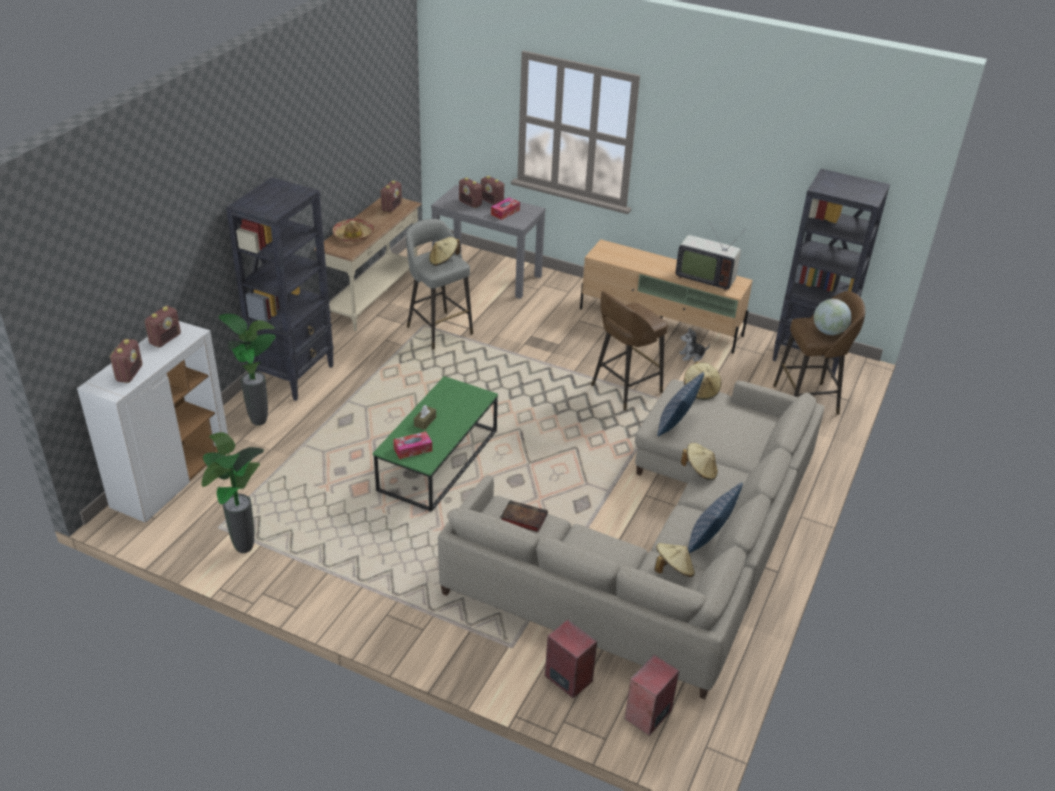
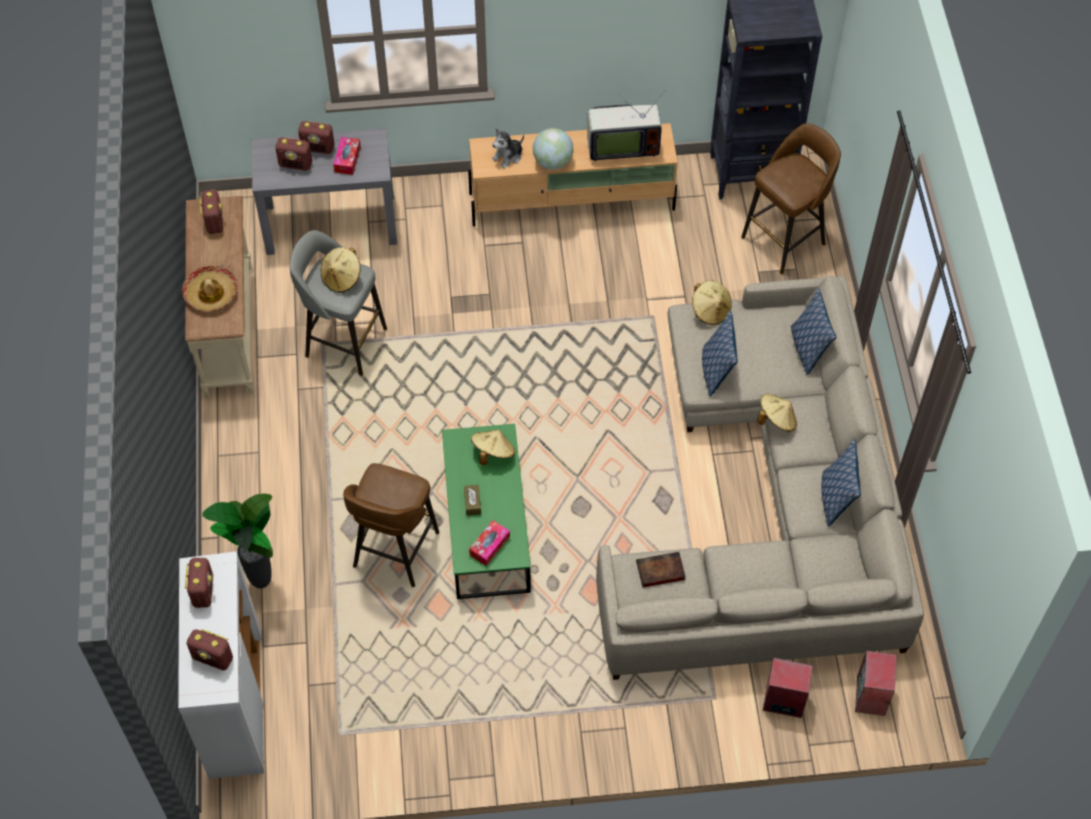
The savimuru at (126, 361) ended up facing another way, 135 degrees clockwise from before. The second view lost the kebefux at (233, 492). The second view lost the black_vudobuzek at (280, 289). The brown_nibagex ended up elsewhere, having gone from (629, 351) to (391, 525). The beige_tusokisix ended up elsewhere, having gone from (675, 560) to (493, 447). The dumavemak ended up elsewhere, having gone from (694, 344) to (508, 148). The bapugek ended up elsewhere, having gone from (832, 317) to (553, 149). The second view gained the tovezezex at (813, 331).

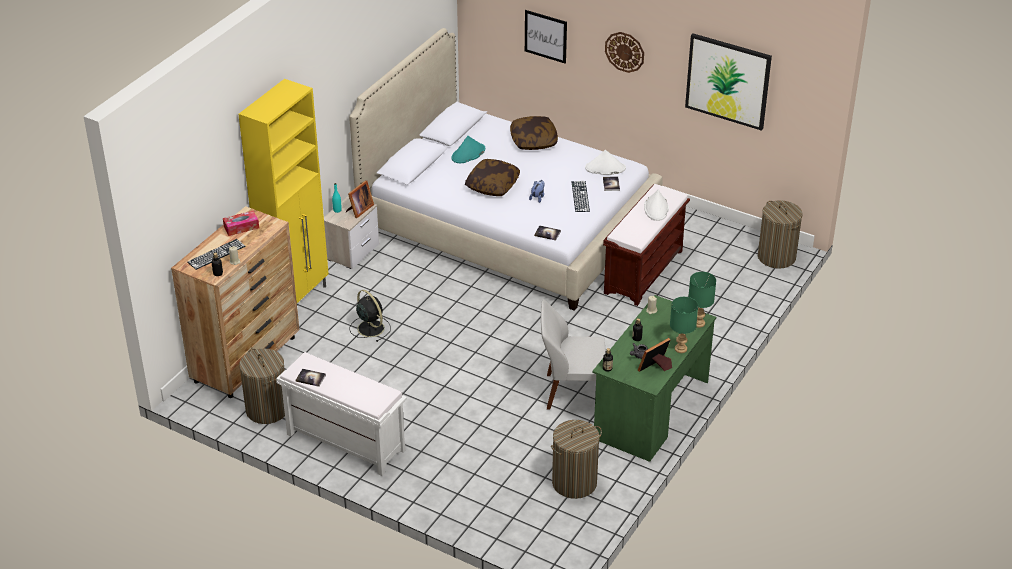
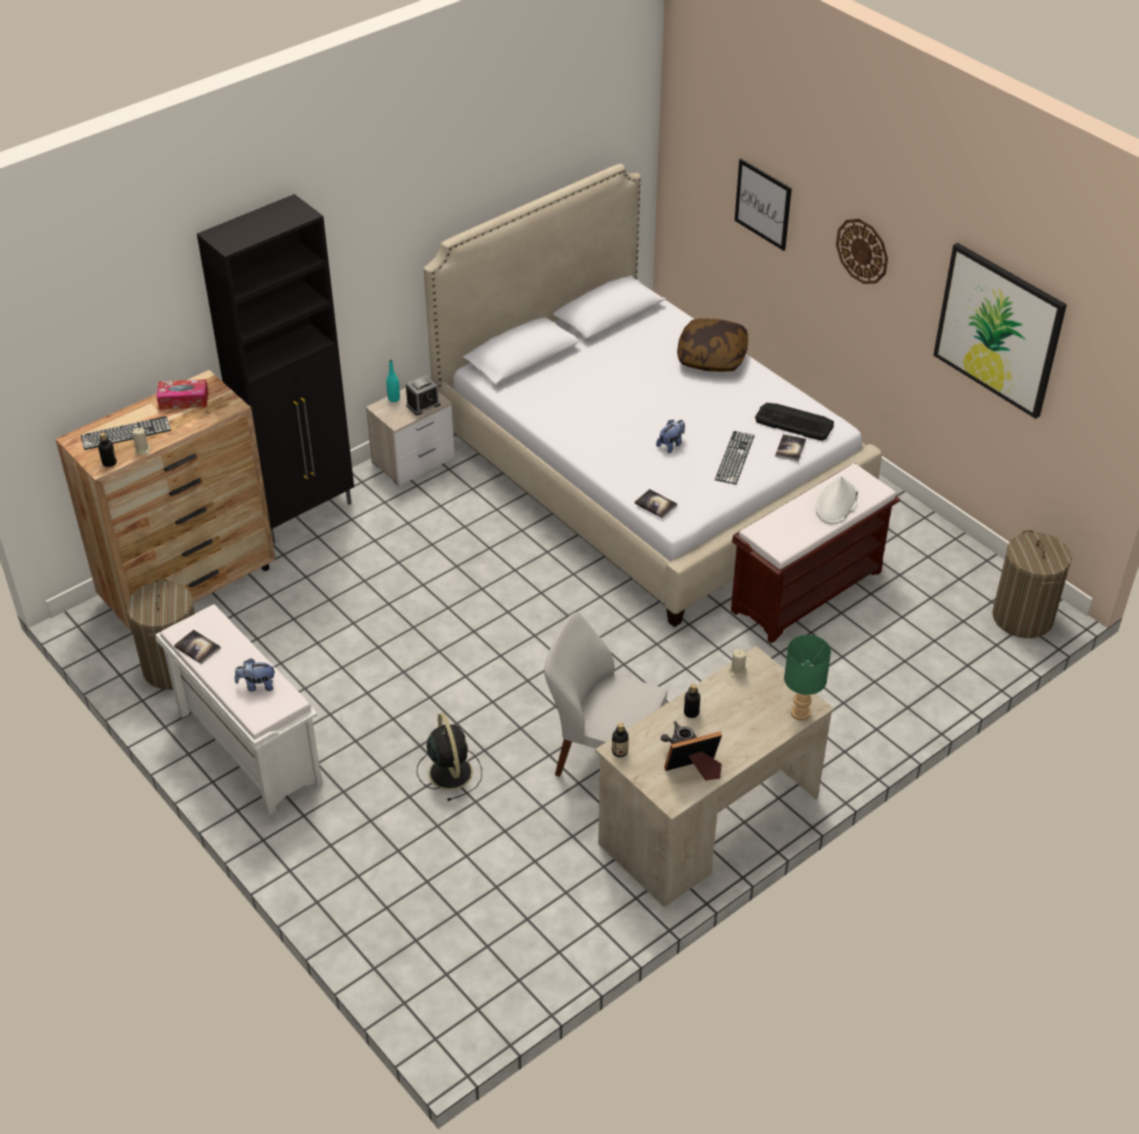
What was the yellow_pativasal at (283, 191) turned into the black_pativasal at (275, 369). Where the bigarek stood at (360, 199), the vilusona came to stand at (423, 395). The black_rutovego ended up elsewhere, having gone from (370, 316) to (449, 757). The second view lost the turquoise_tusokisix at (468, 149). The second view lost the tovezezex at (492, 177). The second view lost the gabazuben at (576, 459). Where the white_tusokisix stood at (605, 162), the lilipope came to stand at (794, 422). What was the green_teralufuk at (654, 378) turned into the beige_teralufuk at (714, 776). The second view lost the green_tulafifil at (684, 325). The second view gained the dumavemak at (255, 674).

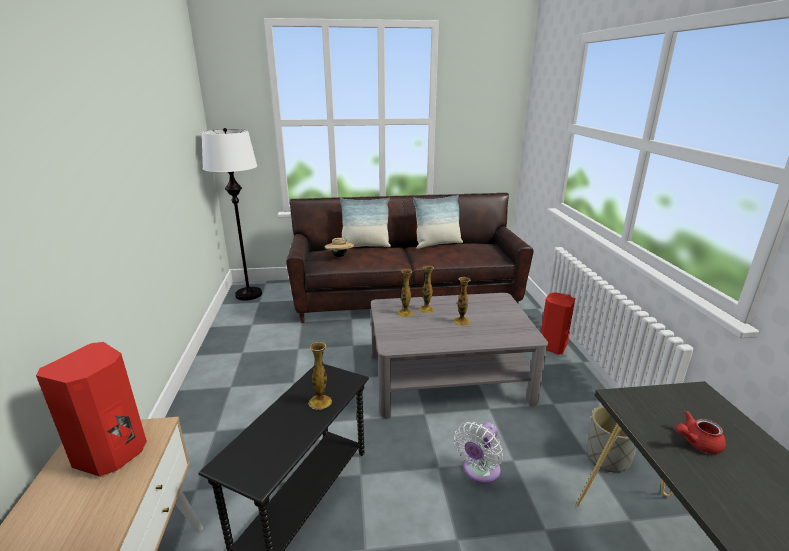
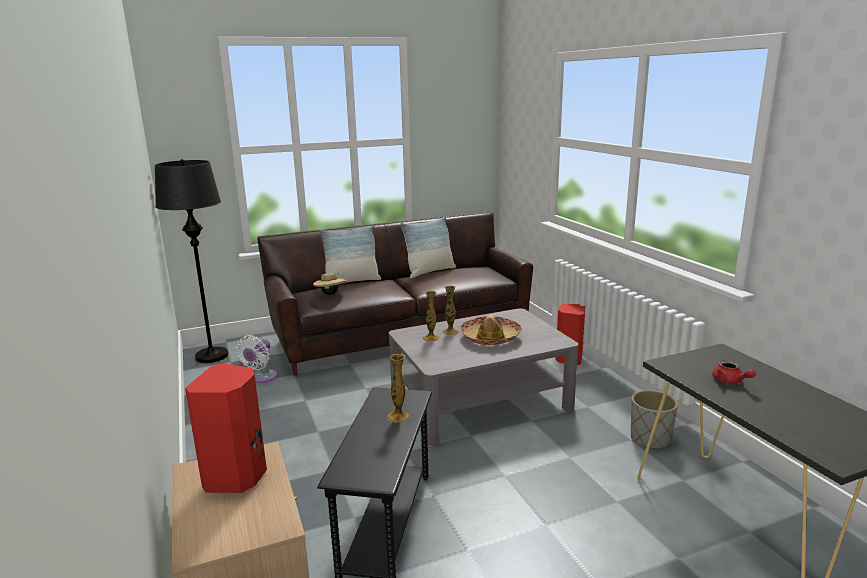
What was the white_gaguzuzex at (232, 214) turned into the black_gaguzuzex at (191, 261). Where the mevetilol stood at (462, 301), the tusokisix came to stand at (491, 330). The white_rutovego ended up elsewhere, having gone from (478, 453) to (256, 359). The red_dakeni at (701, 432) ended up facing another way, 90 degrees counterclockwise from before.

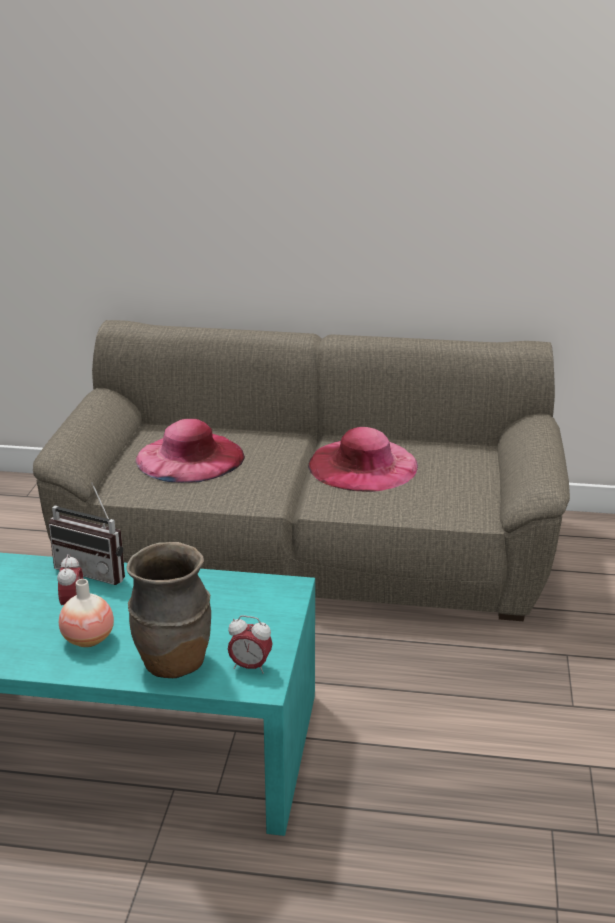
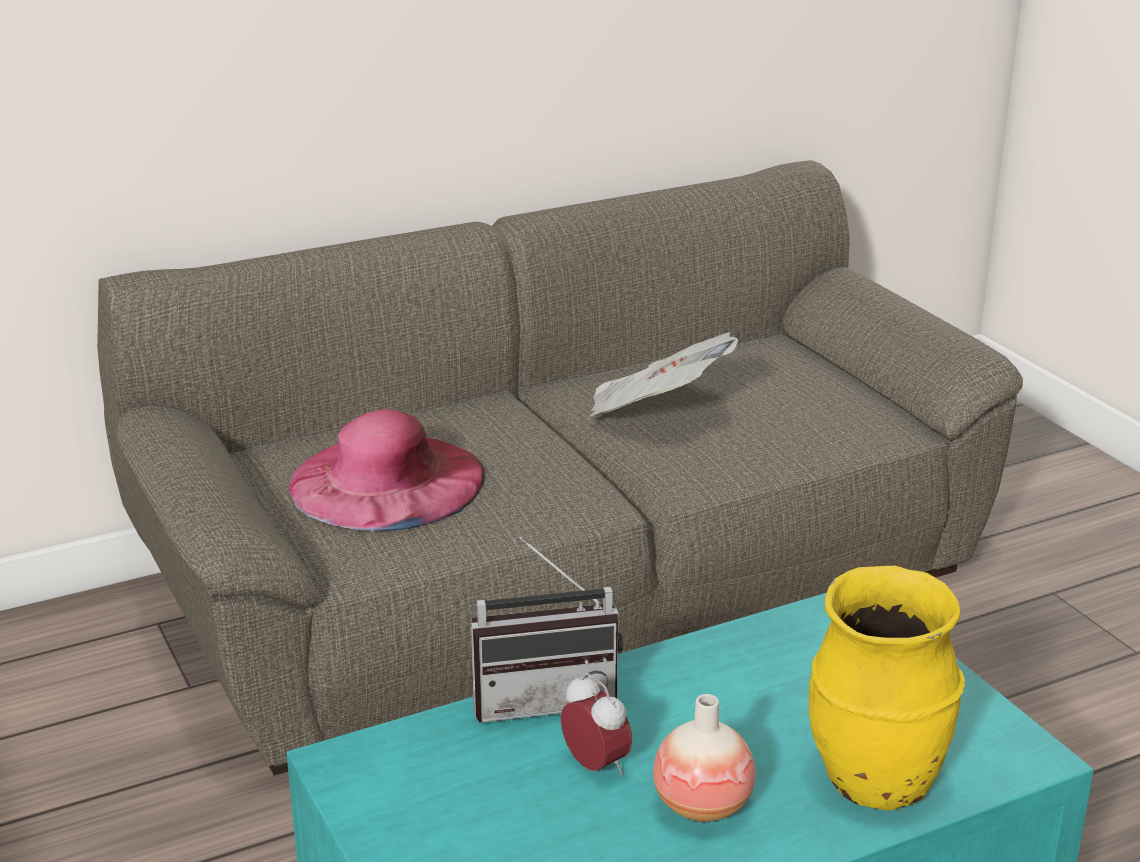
What was the brown_mevetilol at (168, 610) turned into the yellow_mevetilol at (887, 688). The second view lost the vilusona at (250, 644). Where the pink_tusokisix stood at (363, 459), the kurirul came to stand at (663, 374).

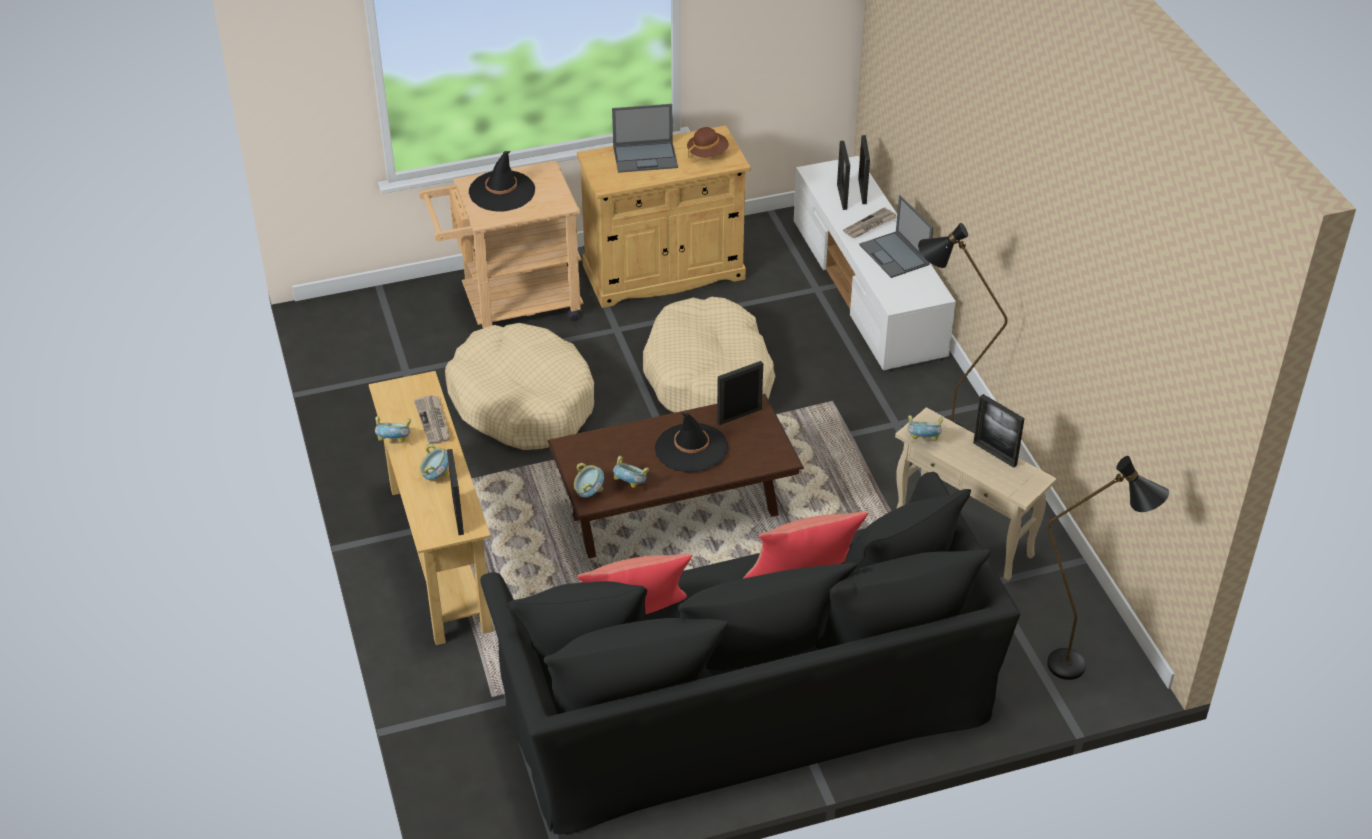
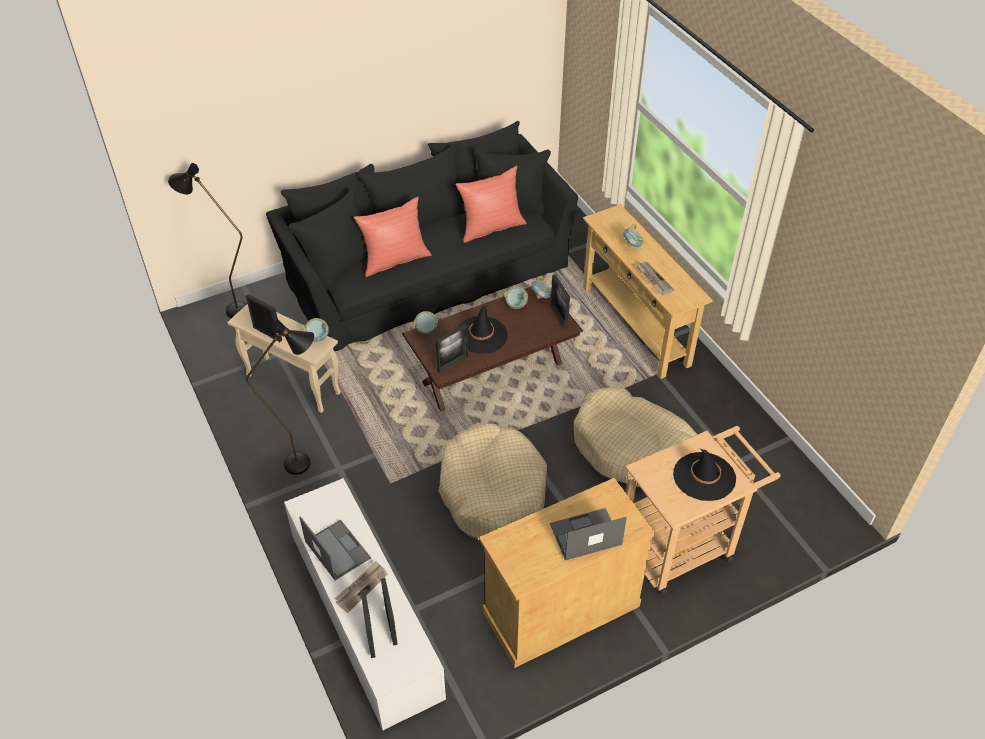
The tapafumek ended up elsewhere, having gone from (393, 429) to (426, 322). The bigarek ended up elsewhere, having gone from (455, 492) to (560, 301). The second view lost the brown_tusokisix at (708, 142).

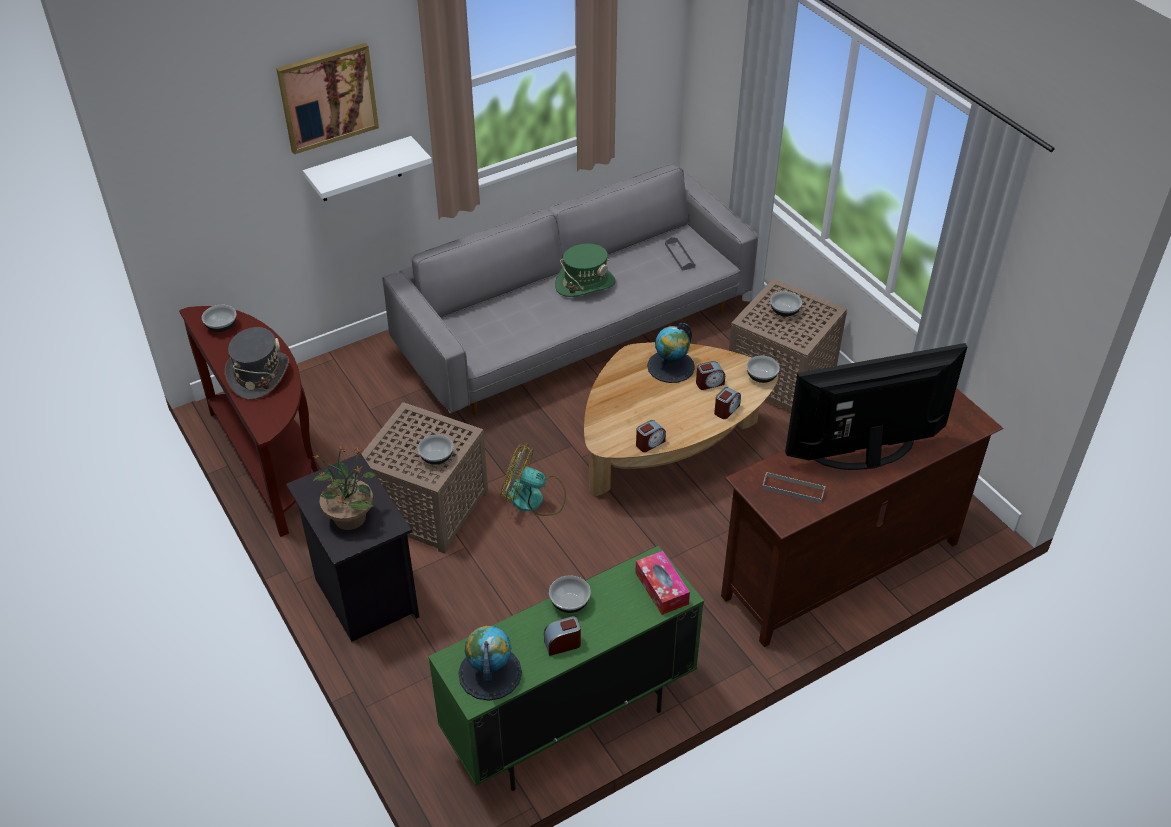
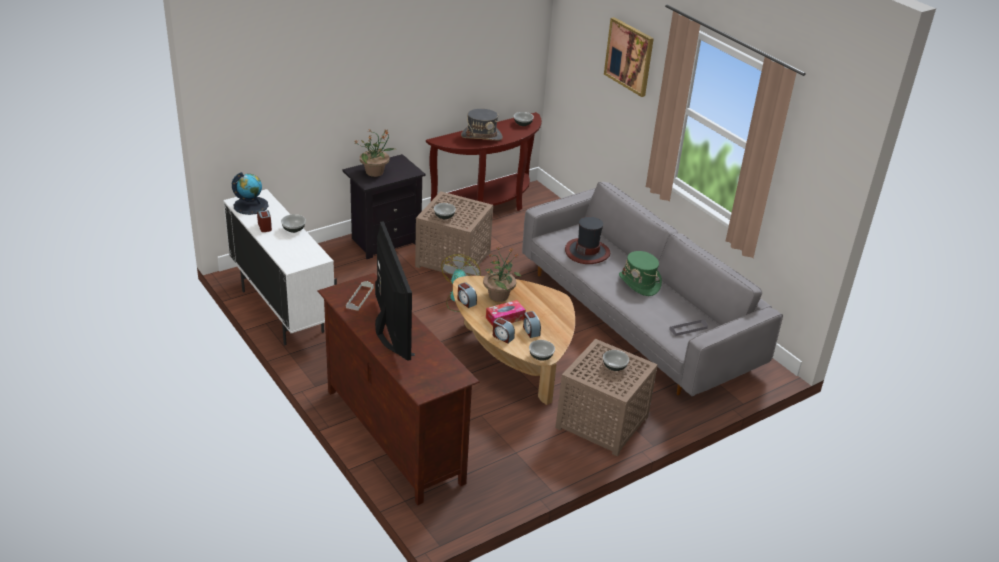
The second view lost the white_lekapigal at (367, 168). What was the green_pativasal at (566, 668) turned into the white_pativasal at (280, 267). The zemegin ended up elsewhere, having gone from (662, 583) to (506, 313). The second view lost the bapugek at (671, 353). The second view gained the kebefux at (502, 274). The second view gained the tusokisix at (587, 240).

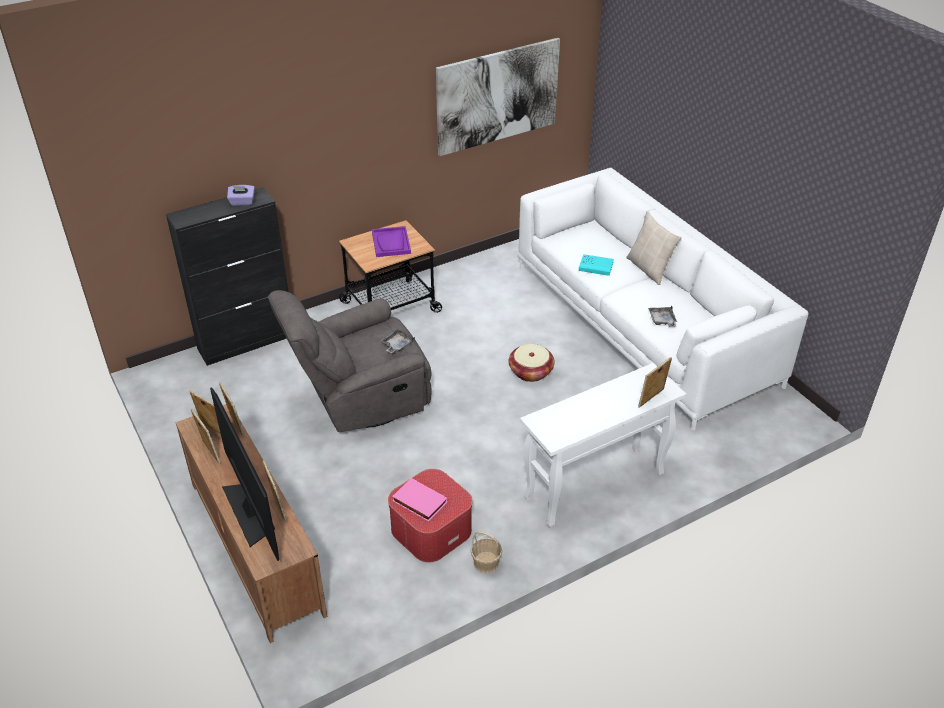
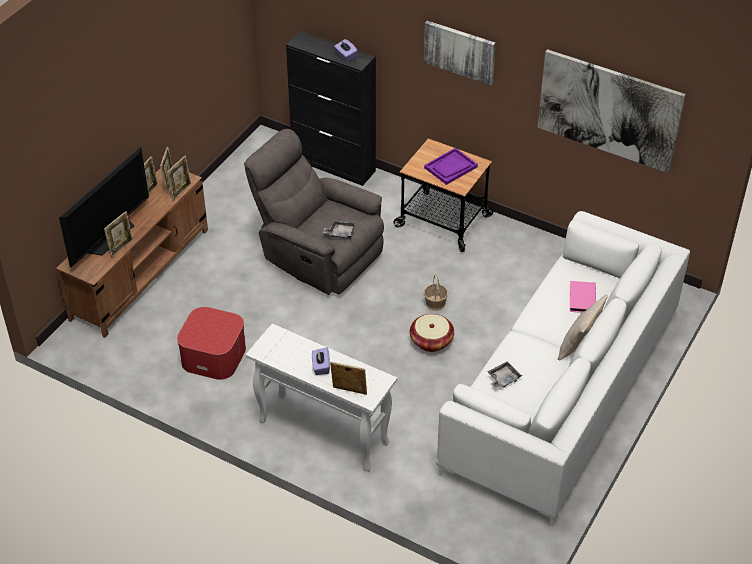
The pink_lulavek ended up elsewhere, having gone from (420, 500) to (583, 297). The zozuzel ended up elsewhere, having gone from (486, 552) to (436, 293). The second view lost the turquoise_lulavek at (596, 265). The second view gained the purple_zemegin at (321, 361). The second view gained the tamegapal at (460, 53).

